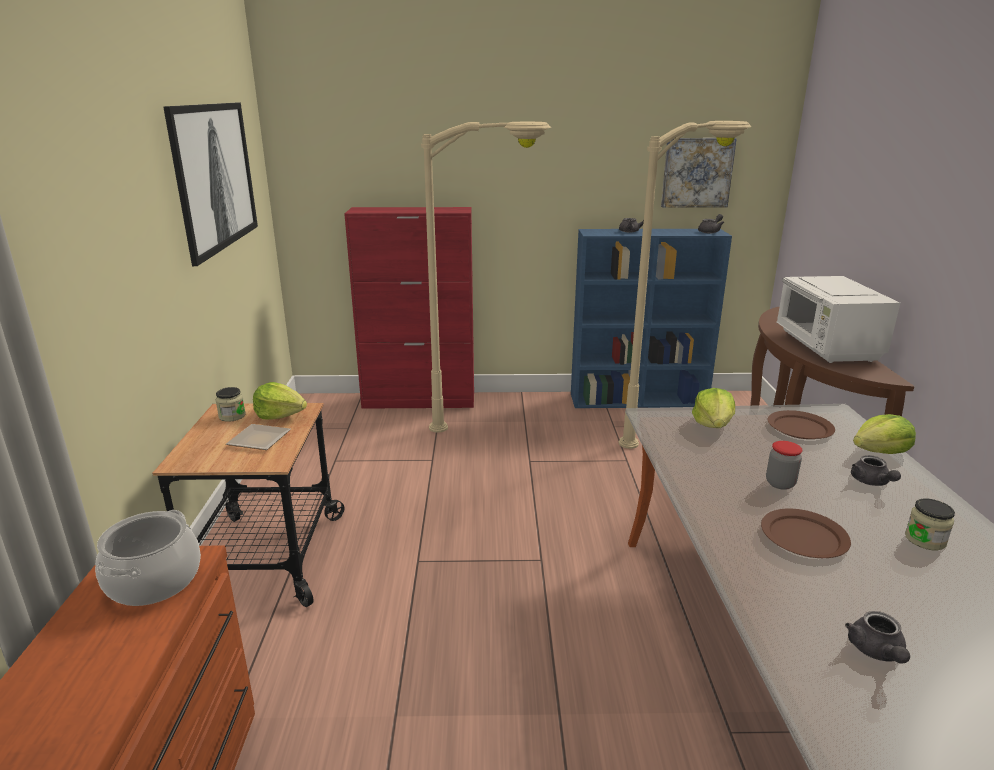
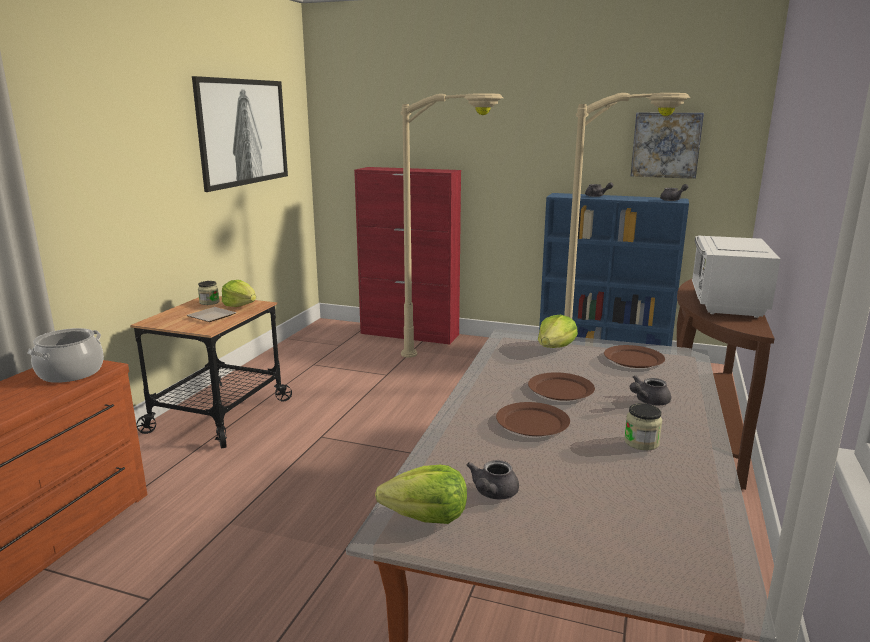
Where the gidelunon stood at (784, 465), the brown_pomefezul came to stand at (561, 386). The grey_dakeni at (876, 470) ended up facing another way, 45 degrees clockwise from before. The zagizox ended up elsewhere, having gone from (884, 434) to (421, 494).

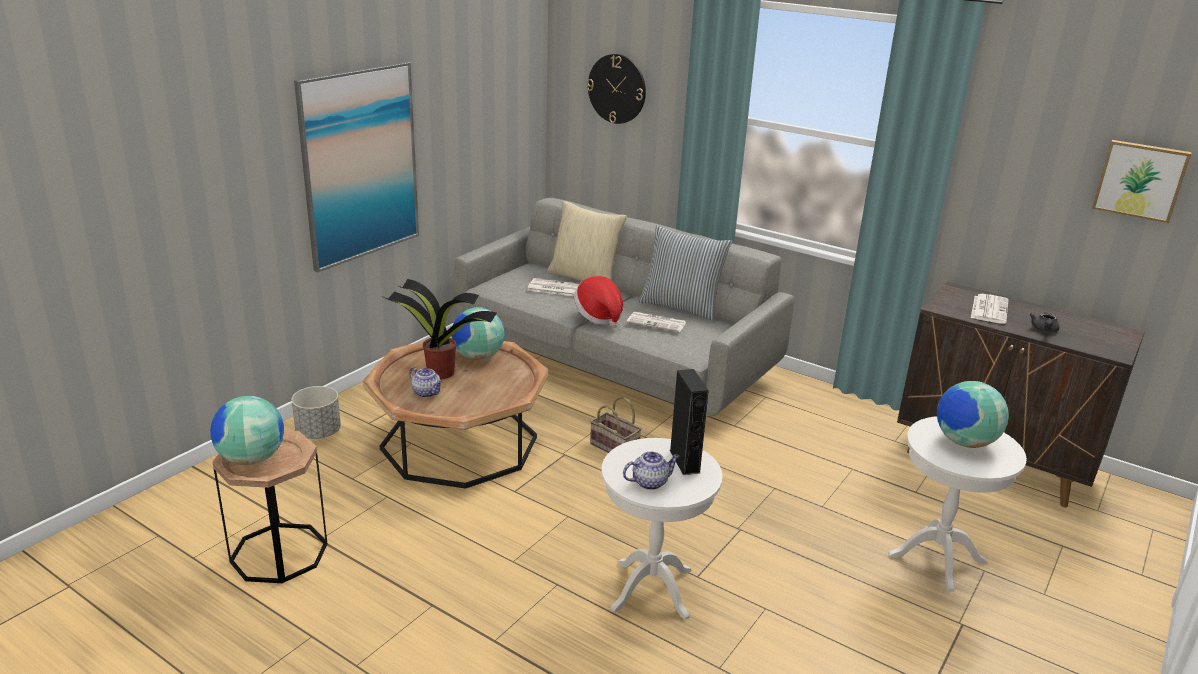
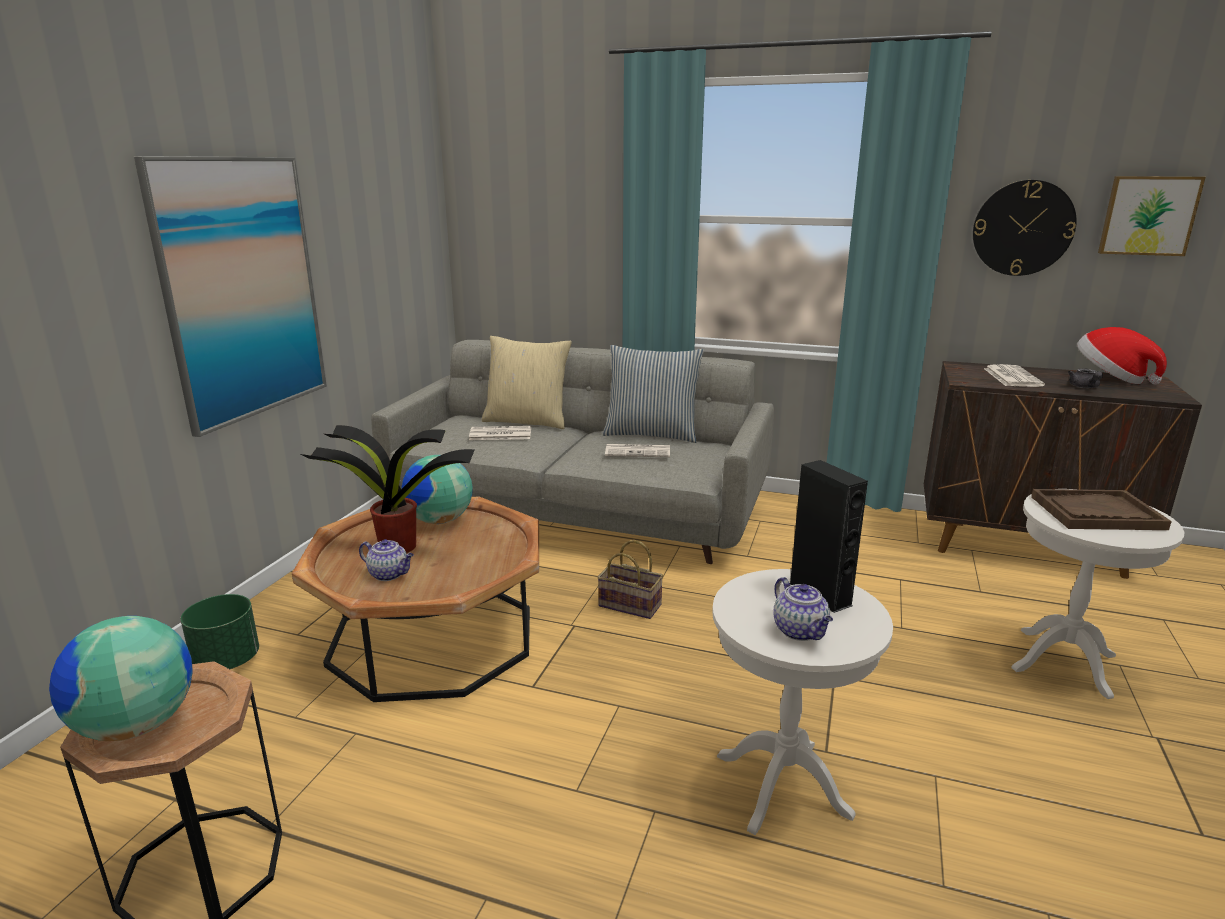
What was the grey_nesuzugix at (316, 412) turned into the green_nesuzugix at (220, 631). The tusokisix ended up elsewhere, having gone from (599, 301) to (1122, 355). The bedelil ended up elsewhere, having gone from (616, 89) to (1025, 228). The dakeni at (651, 471) ended up facing another way, 105 degrees clockwise from before. Where the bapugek stood at (973, 414), the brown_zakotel came to stand at (1101, 509).

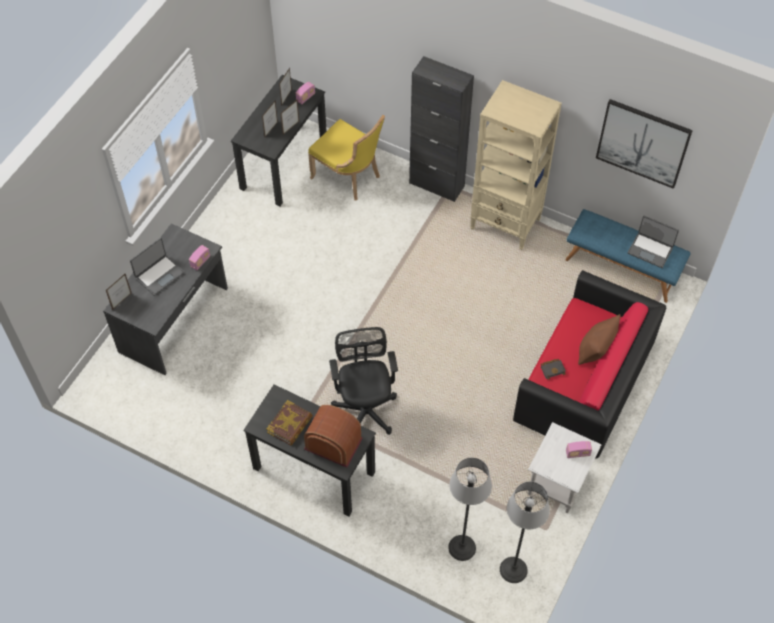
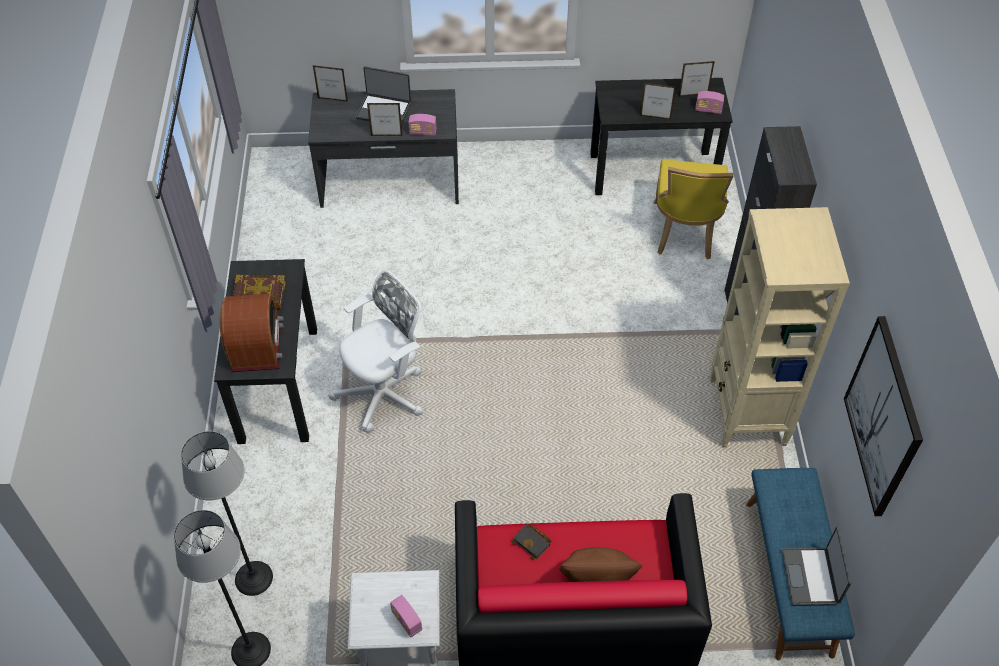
The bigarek ended up elsewhere, having gone from (270, 119) to (385, 119). What was the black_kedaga at (363, 381) turned into the white_kedaga at (376, 351).

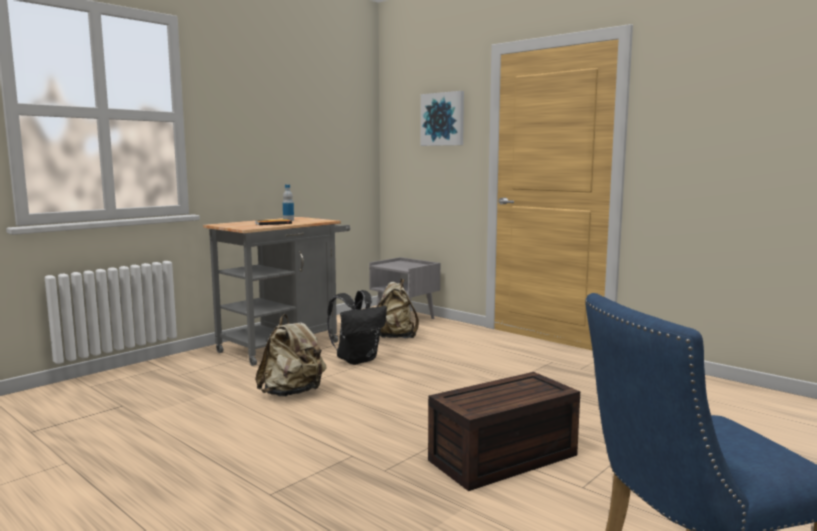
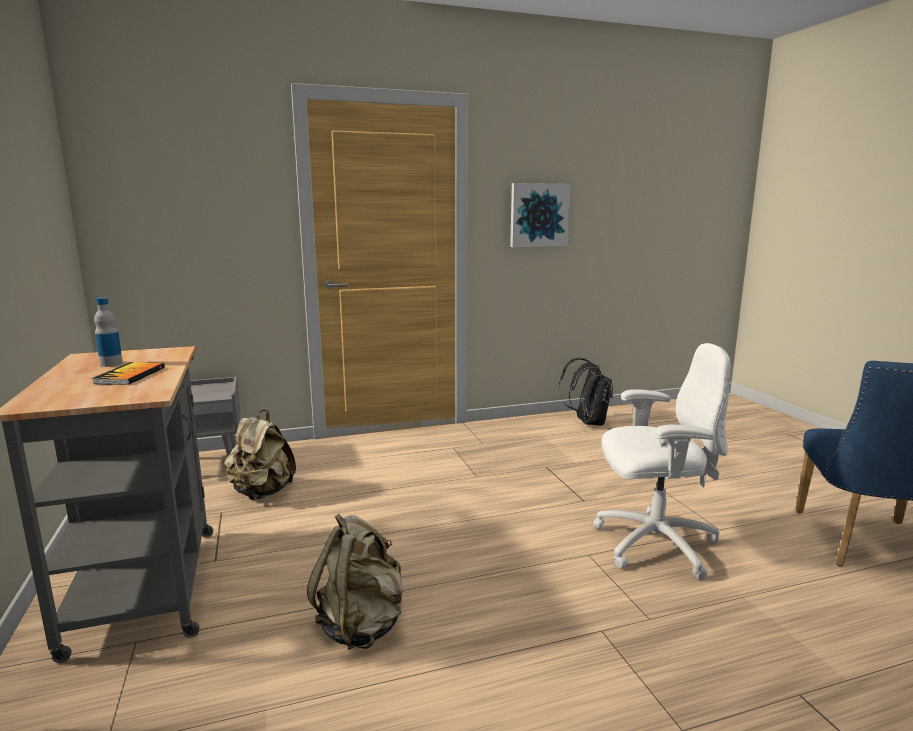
The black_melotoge ended up elsewhere, having gone from (357, 327) to (586, 392). The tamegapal ended up elsewhere, having gone from (442, 118) to (540, 215). Where the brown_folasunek stood at (504, 431), the white_kedaga came to stand at (662, 461).

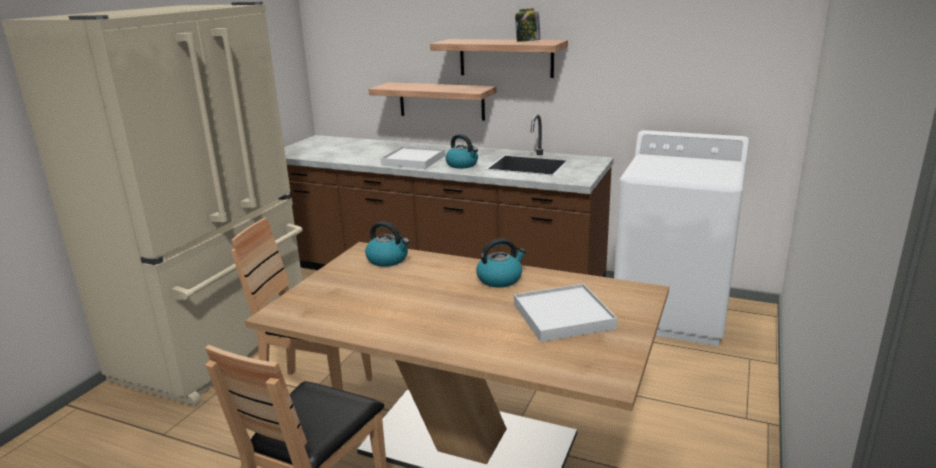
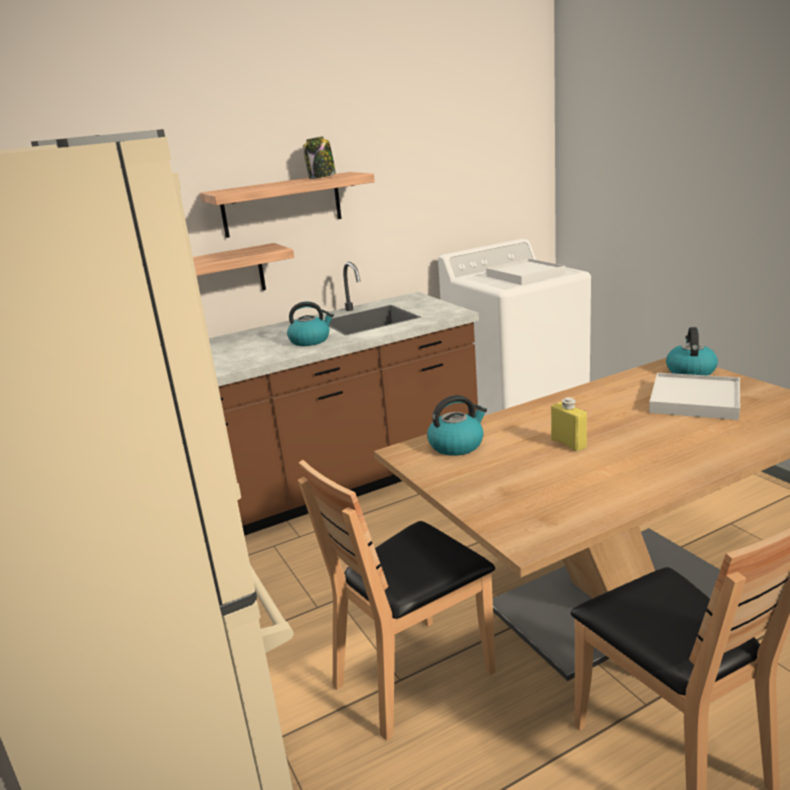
The white_zakotel ended up elsewhere, having gone from (413, 157) to (525, 272). The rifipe ended up elsewhere, having gone from (501, 263) to (692, 351). The second view gained the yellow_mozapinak at (569, 424).

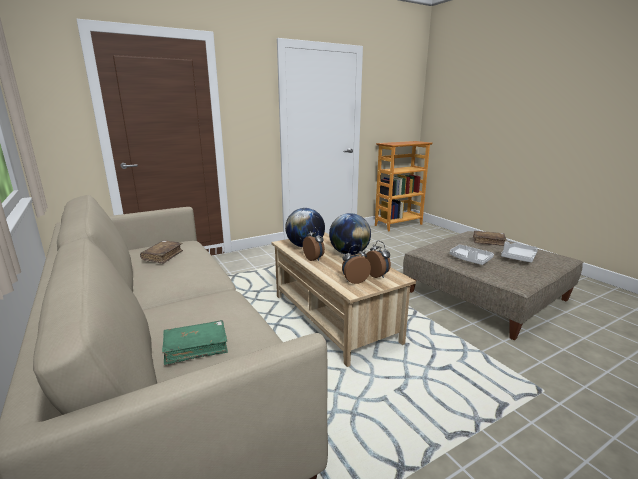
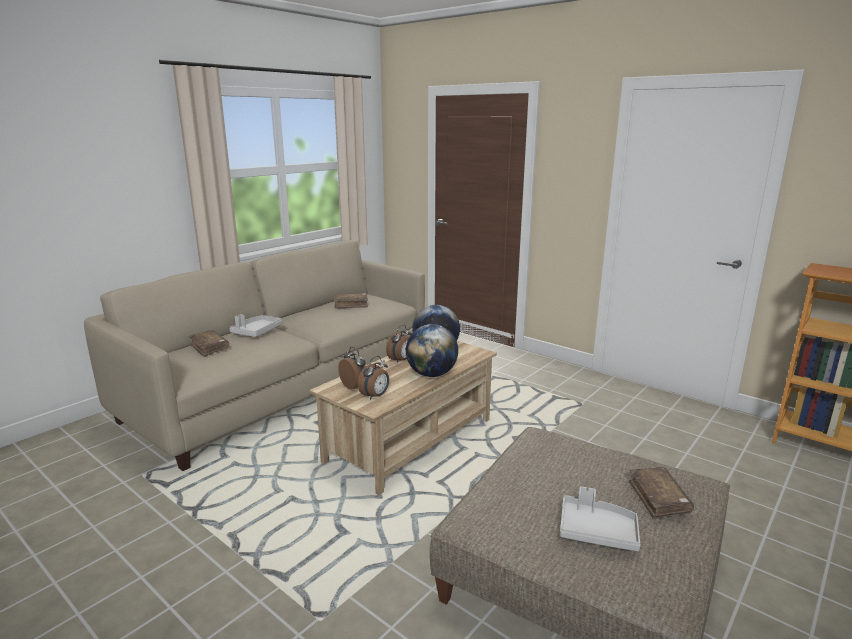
What was the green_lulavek at (195, 342) turned into the brown_lulavek at (208, 343). The grey_zakotel ended up elsewhere, having gone from (472, 254) to (255, 325).

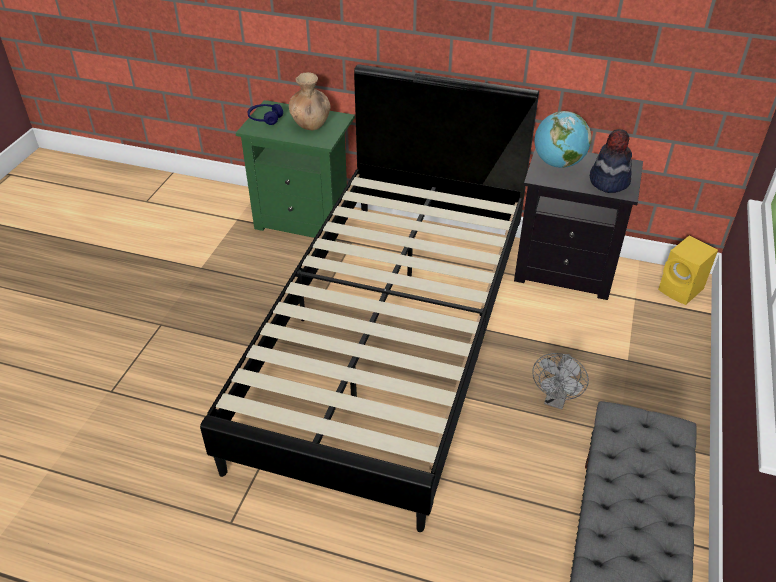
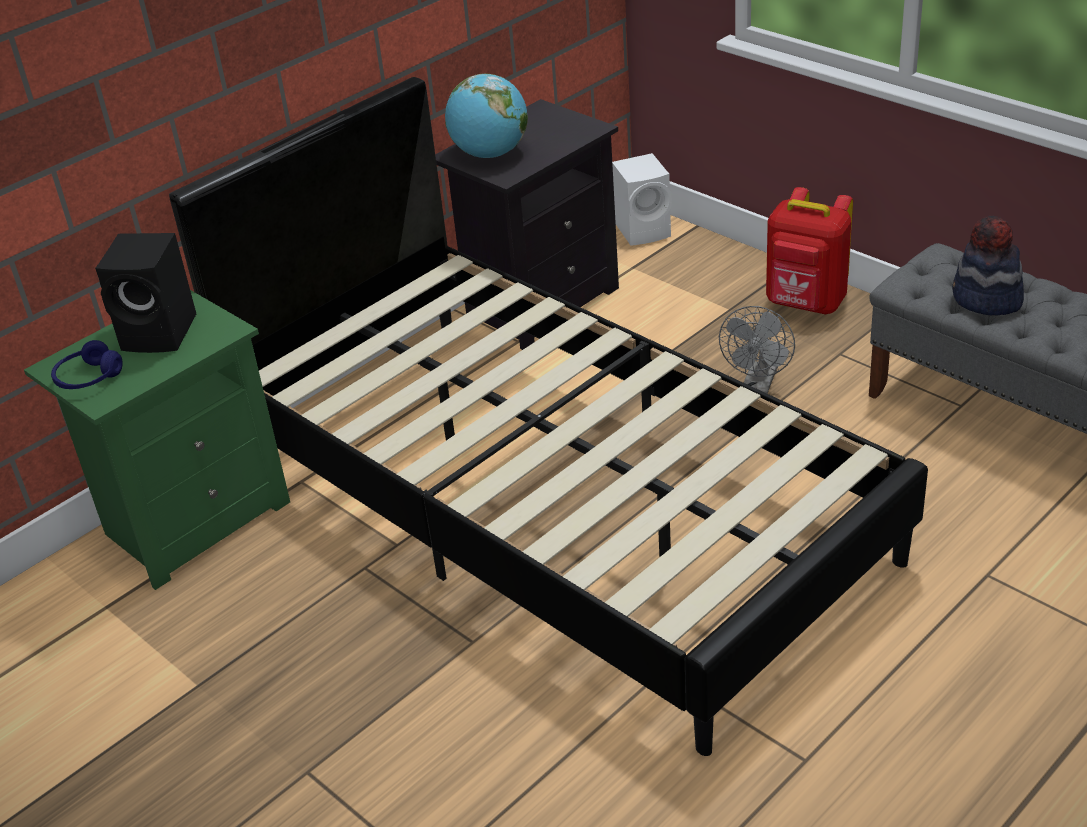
Where the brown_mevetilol stood at (310, 101), the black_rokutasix came to stand at (145, 293). The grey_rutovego at (560, 381) ended up facing another way, 60 degrees clockwise from before. The tusokisix ended up elsewhere, having gone from (611, 161) to (988, 266). What was the yellow_rokutasix at (688, 270) turned into the white_rokutasix at (642, 199). The second view gained the red_melotoge at (809, 250).

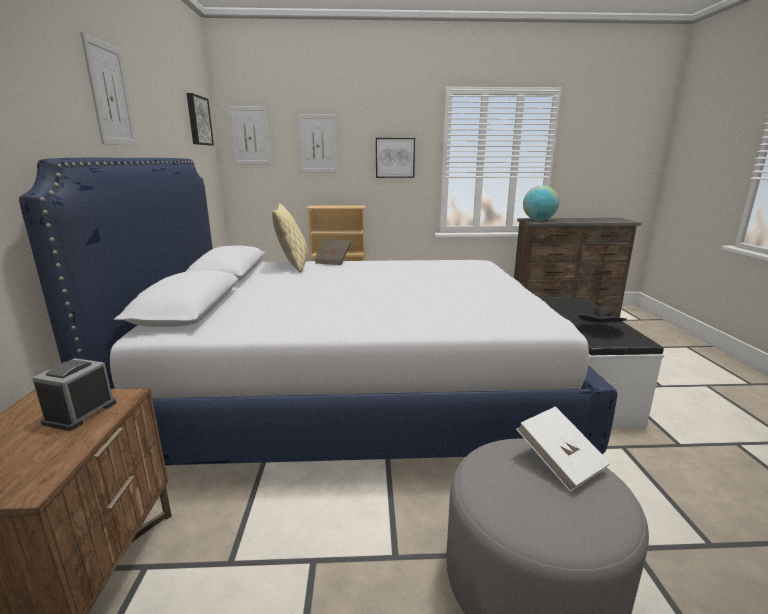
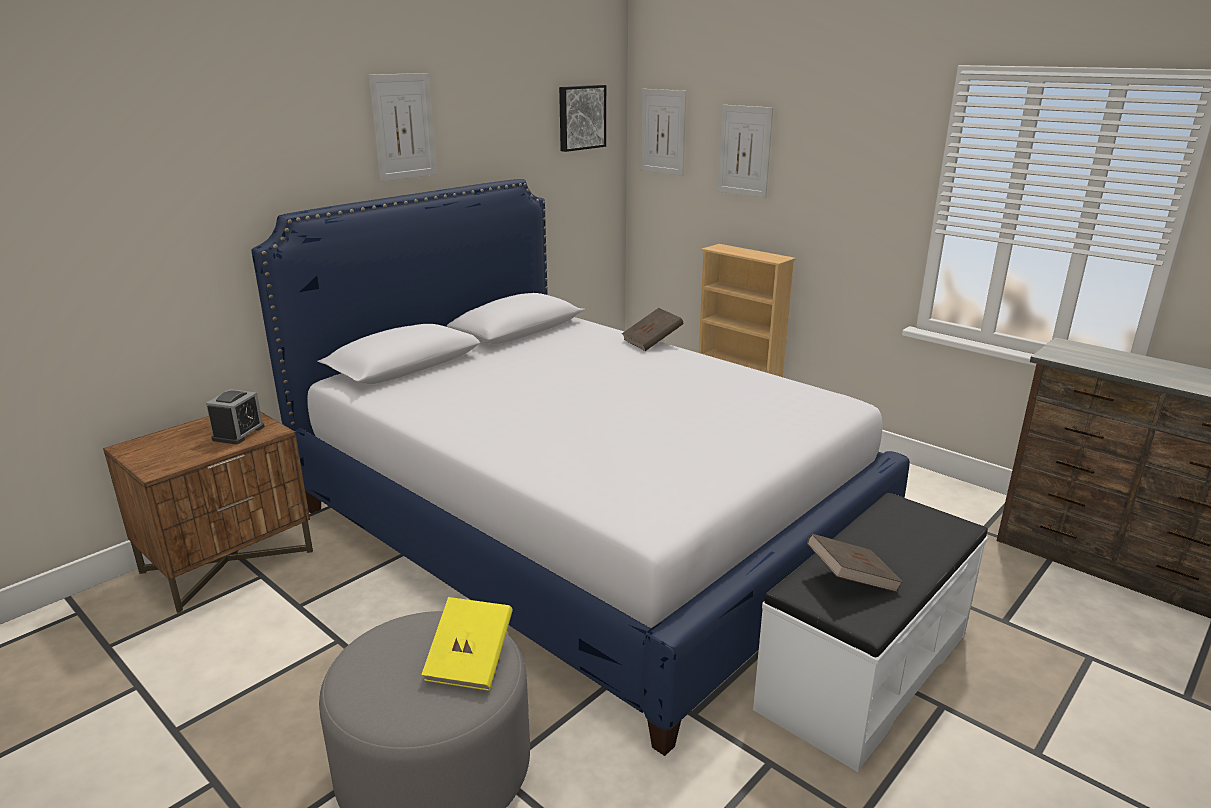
The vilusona at (74, 394) ended up facing another way, 135 degrees clockwise from before. The second view lost the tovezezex at (290, 238). The second view lost the tamegapal at (395, 158). What was the white_lulavek at (563, 449) turned into the yellow_lulavek at (467, 644). The second view lost the bapugek at (541, 203). Where the black_tusokisix stood at (602, 314), the brown_lulavek came to stand at (855, 563).

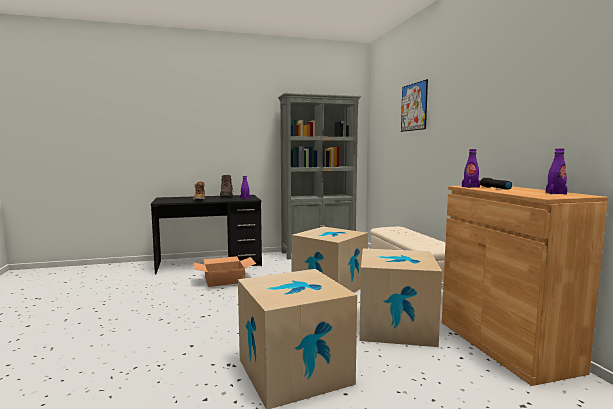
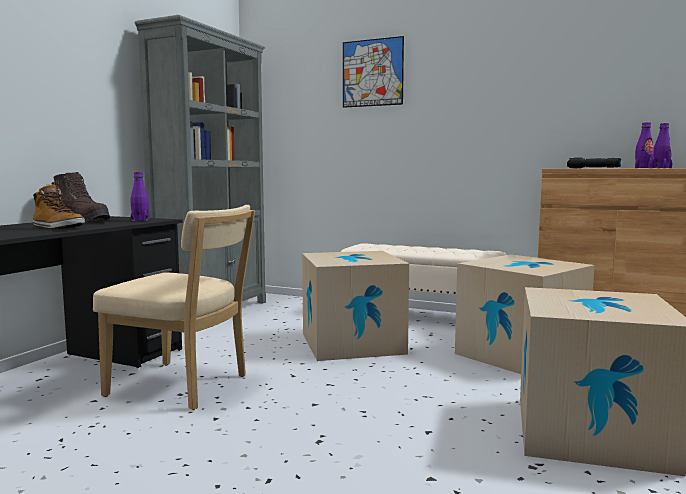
Where the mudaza stood at (224, 271), the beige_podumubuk came to stand at (174, 307). The purple_mozapinak ended up elsewhere, having gone from (471, 168) to (644, 145).

